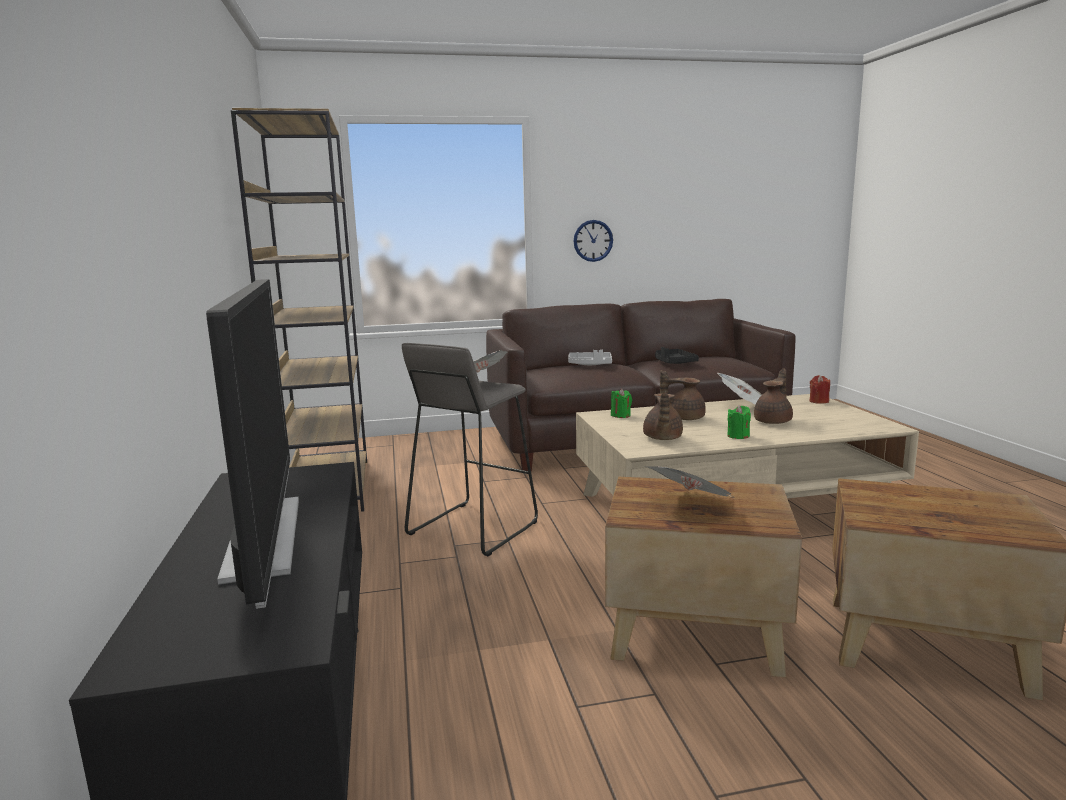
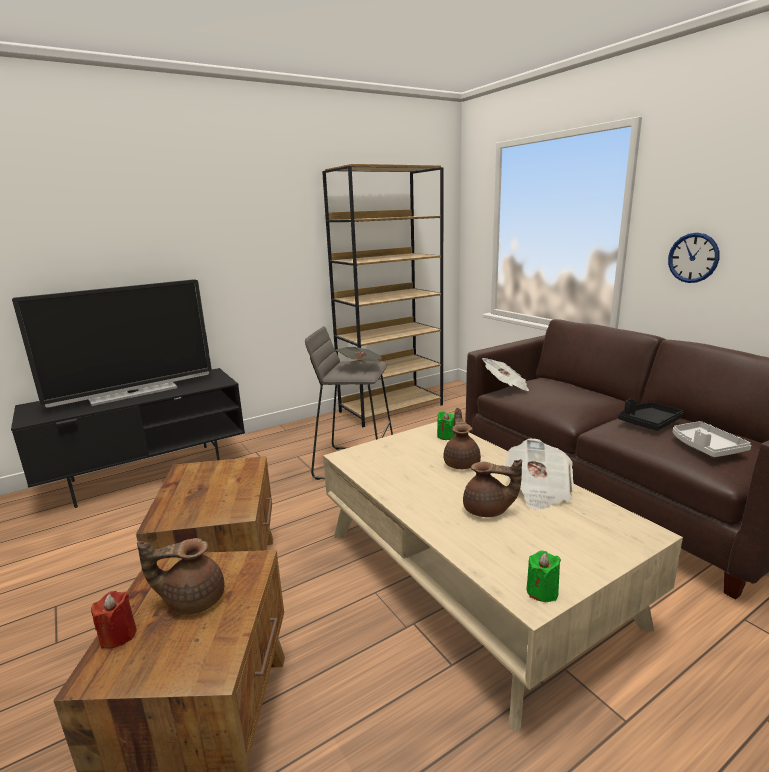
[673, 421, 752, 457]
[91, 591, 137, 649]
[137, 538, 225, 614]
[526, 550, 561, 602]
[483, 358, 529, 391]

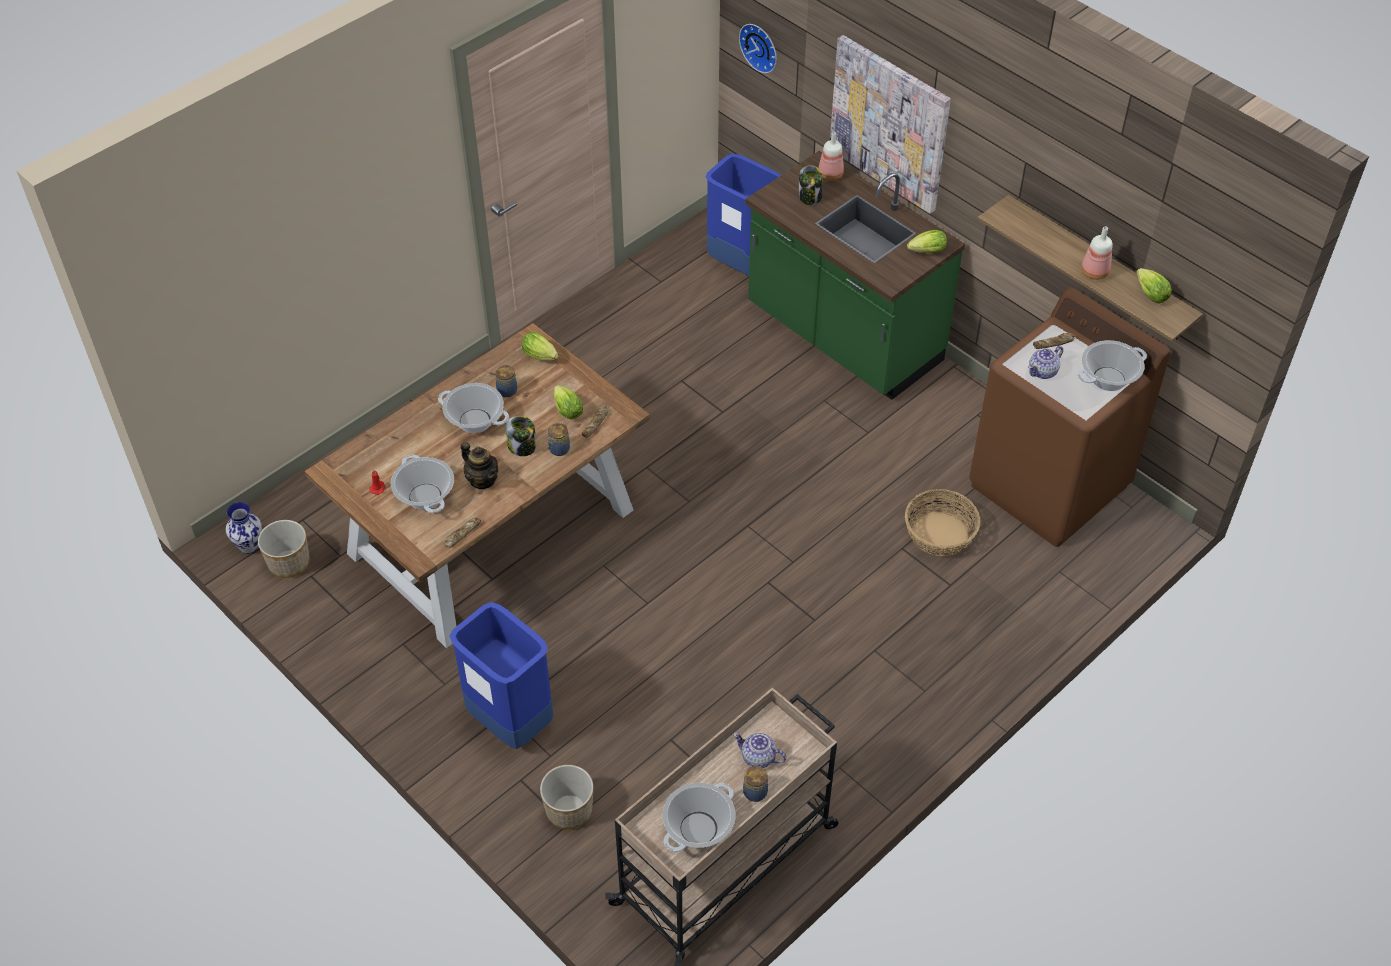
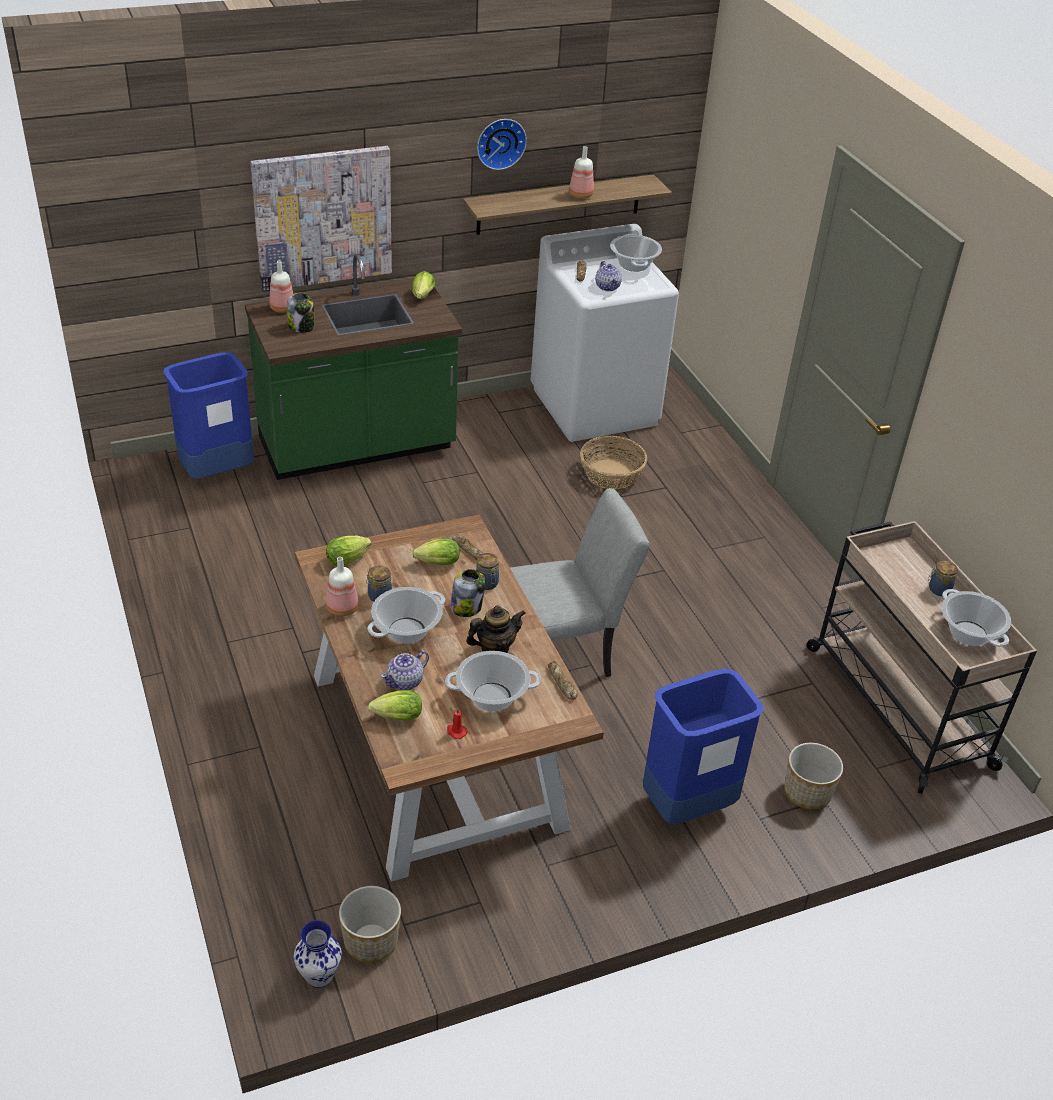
[477, 119, 527, 170]
[368, 690, 422, 720]
[530, 224, 679, 442]
[381, 650, 429, 690]
[510, 488, 650, 677]
[326, 557, 359, 617]

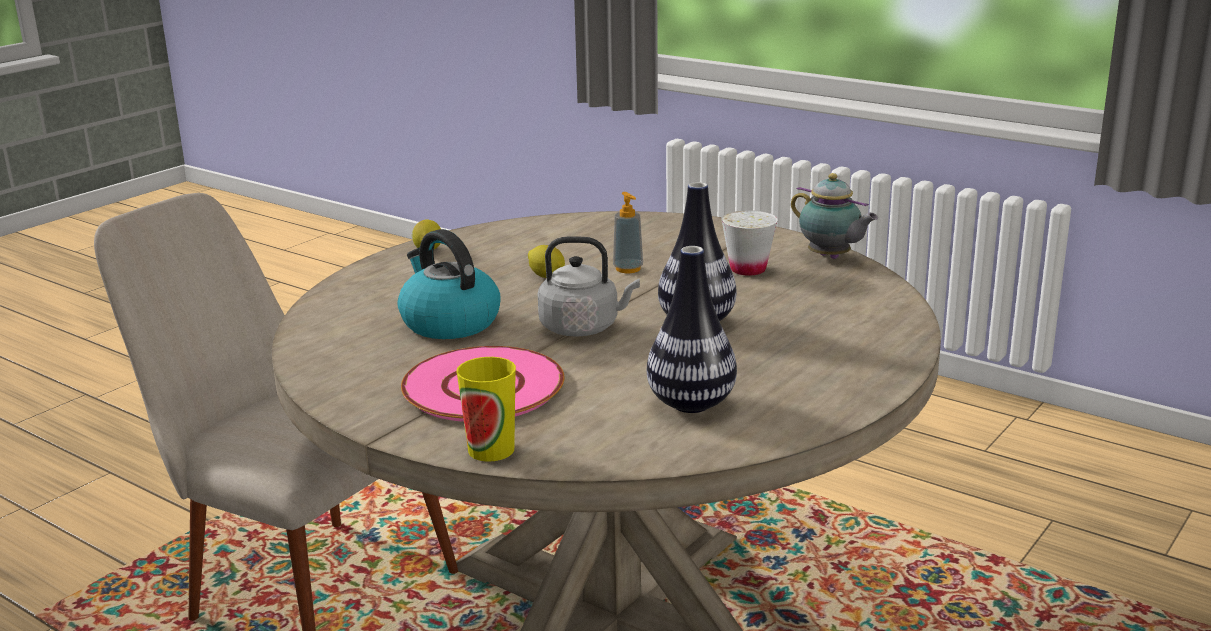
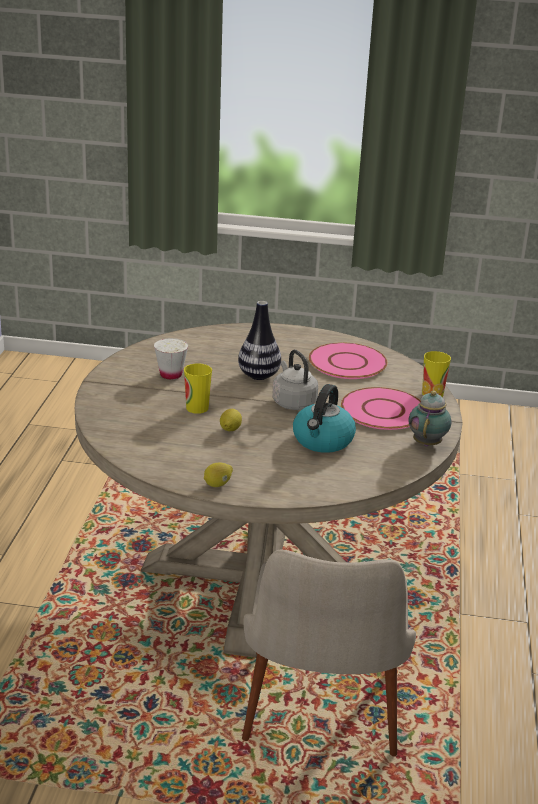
[408, 390, 452, 446]
[184, 363, 212, 414]
[309, 343, 387, 379]

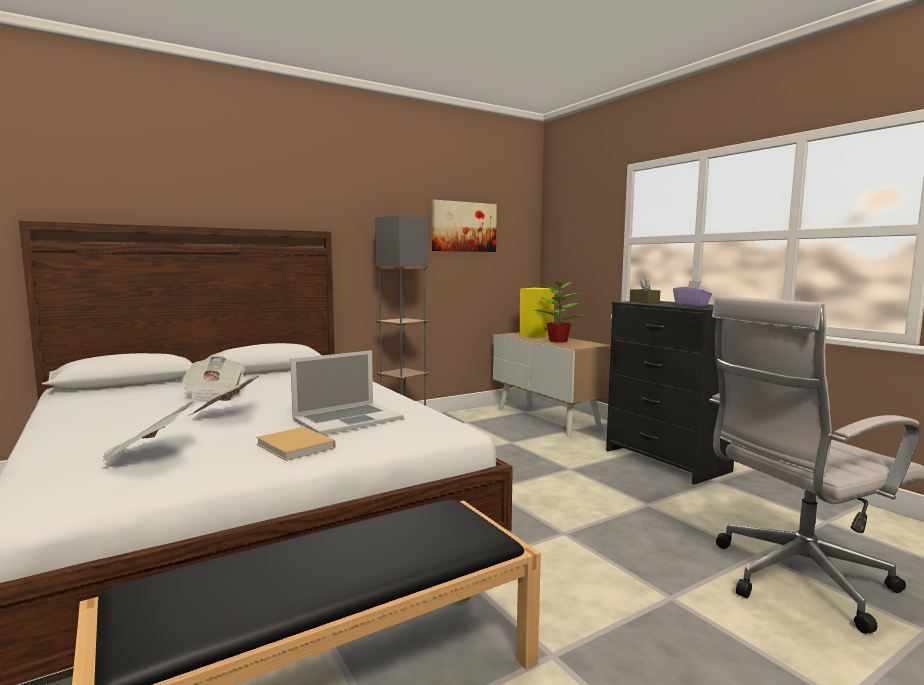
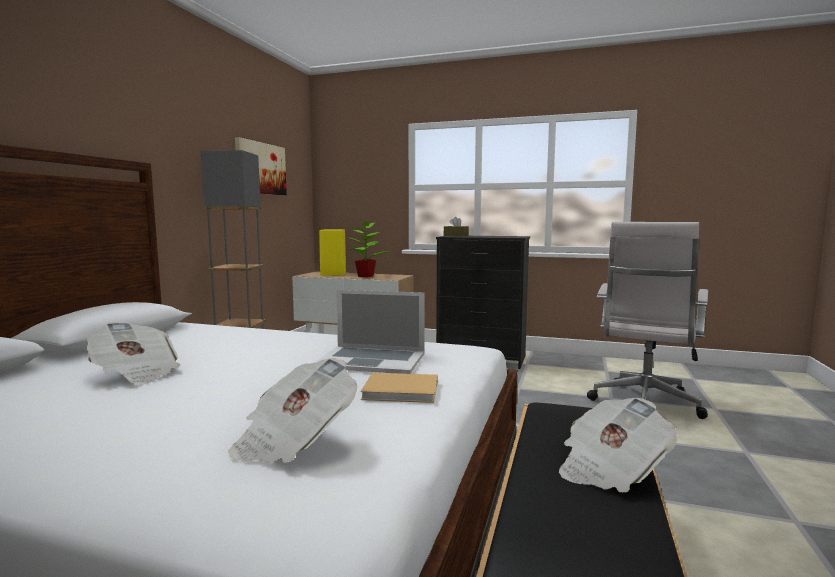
[673, 281, 712, 307] (first image)
[314, 290, 425, 374]
[559, 398, 677, 493]

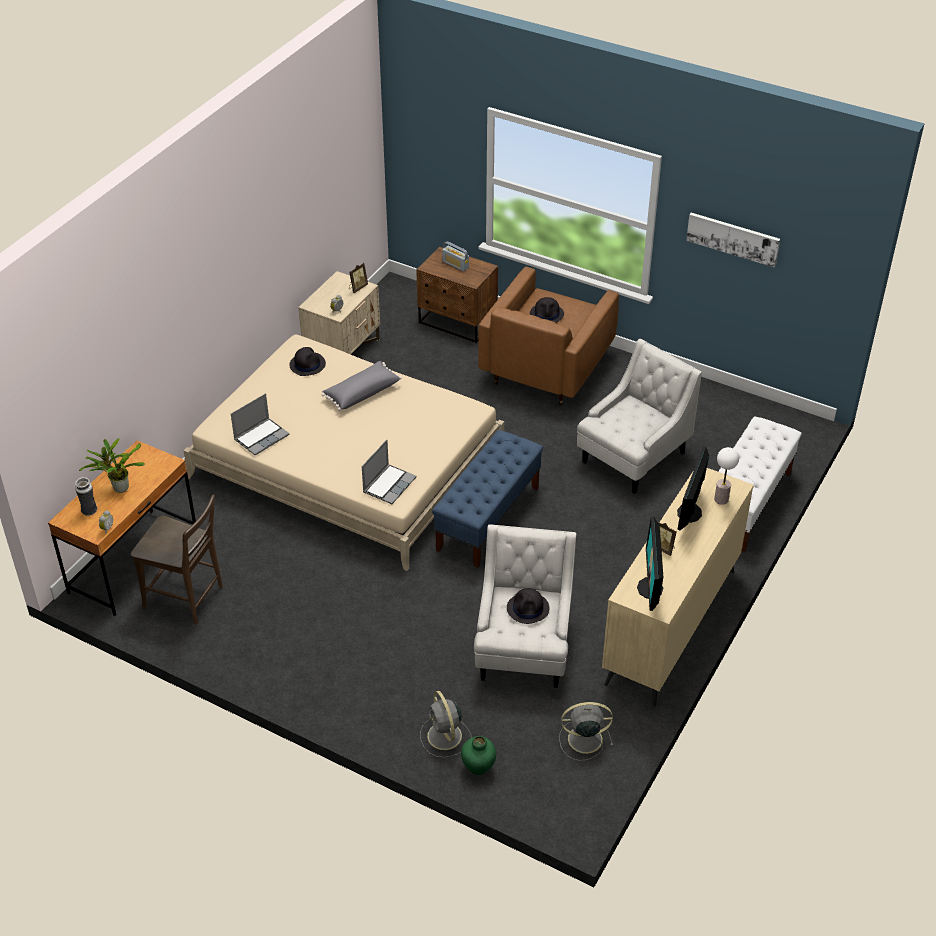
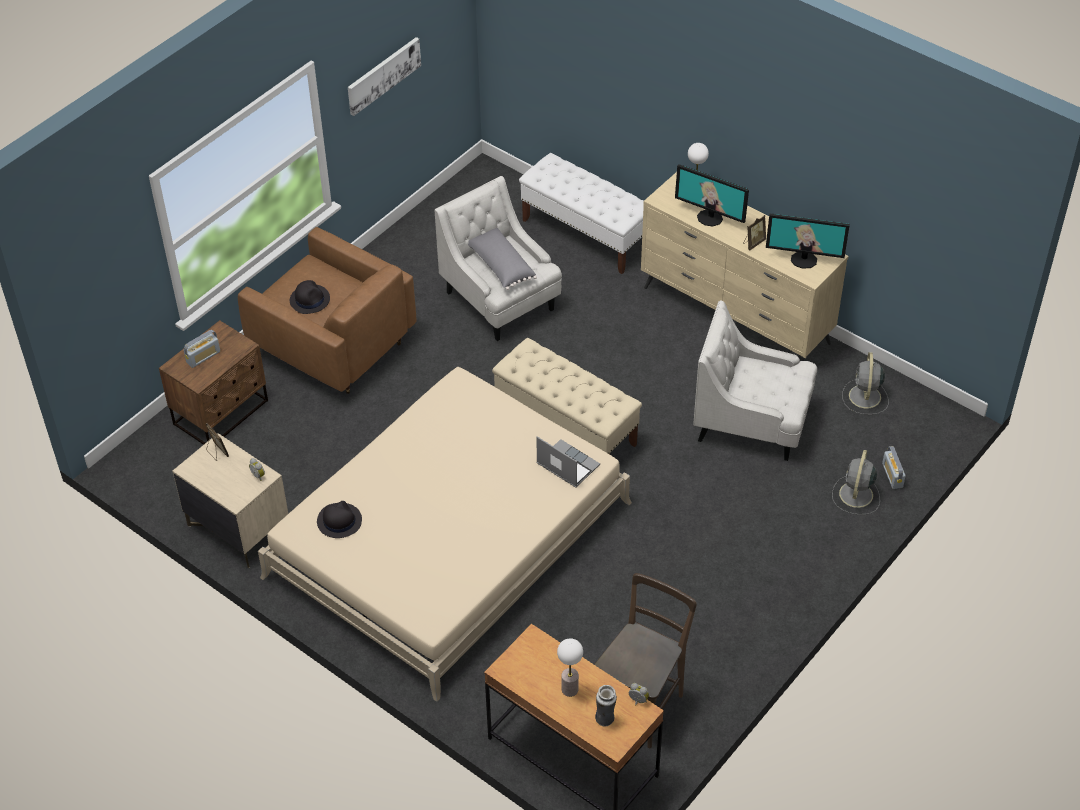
[468, 228, 537, 290]
[231, 393, 289, 455] (first image)
[492, 338, 642, 454]
[557, 638, 583, 697]
[507, 588, 549, 624] (first image)
[832, 450, 880, 515]
[882, 446, 906, 489]

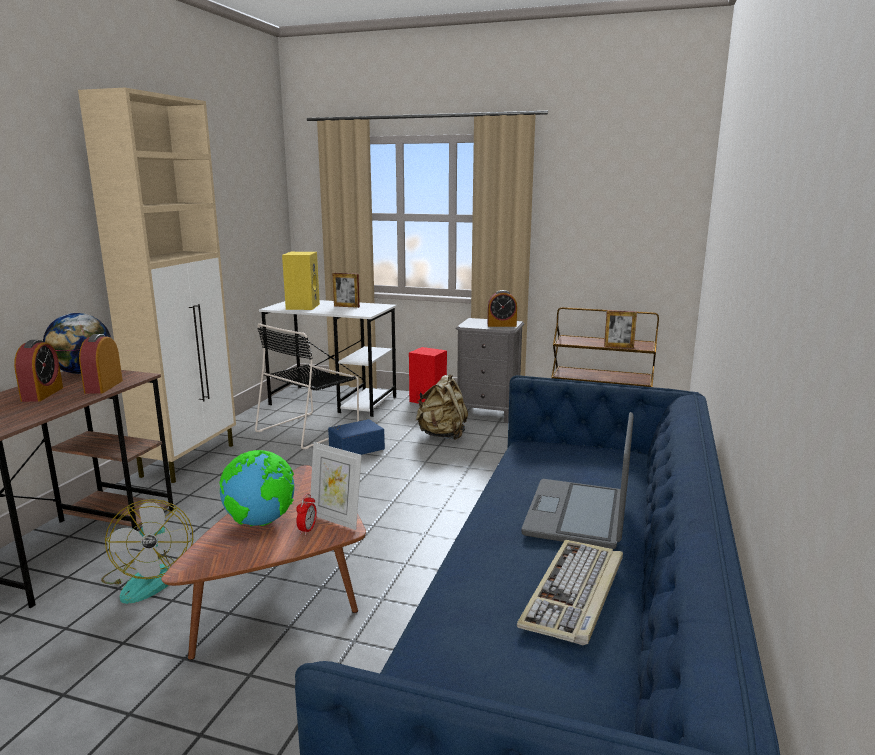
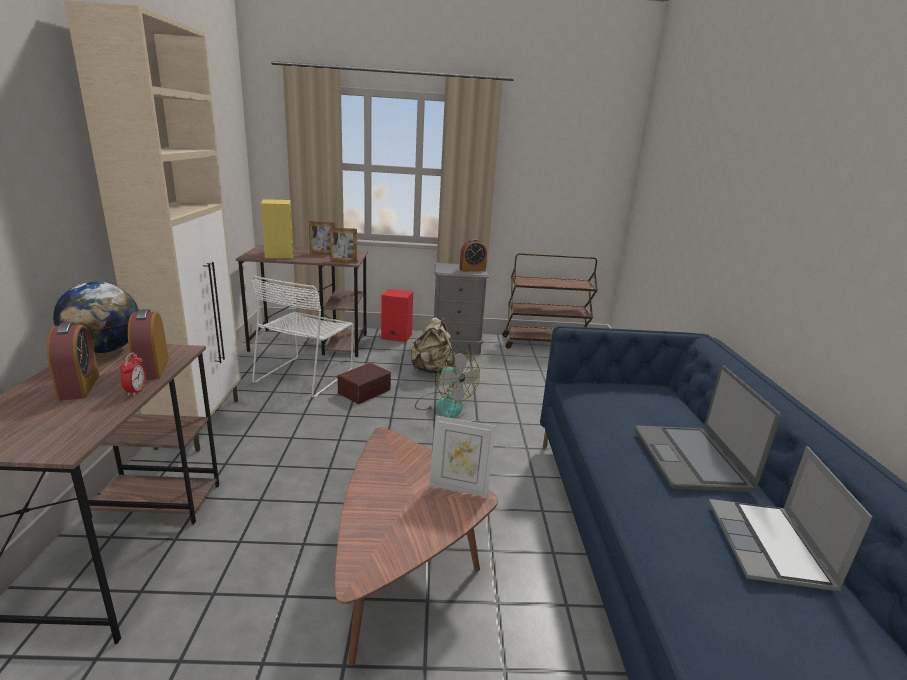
[236, 245, 368, 357]
[330, 228, 357, 263]
[252, 276, 354, 398]
[337, 363, 391, 404]
[219, 450, 294, 526] (first image)
[120, 352, 146, 396]
[415, 351, 480, 418]
[708, 446, 872, 591]

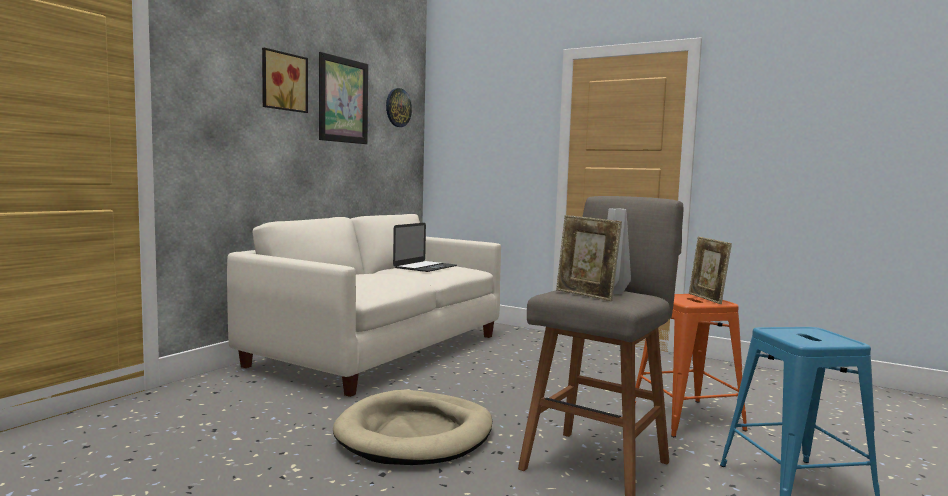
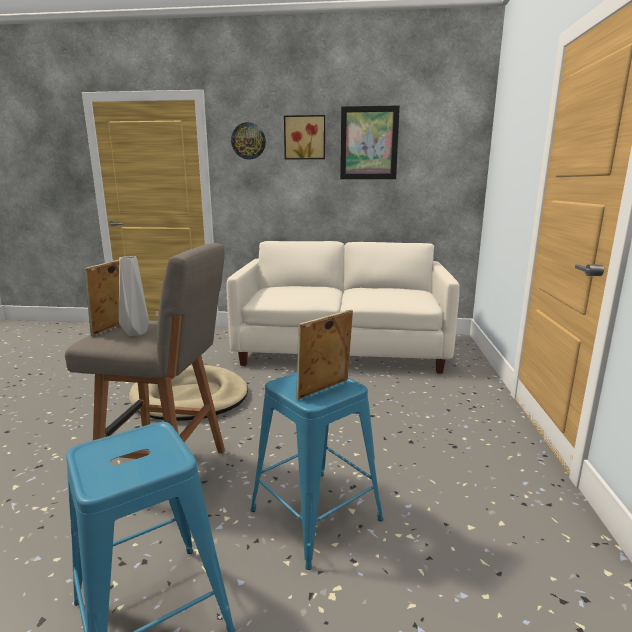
[231, 122, 266, 159]
[393, 223, 457, 272] (first image)
[251, 372, 383, 570]

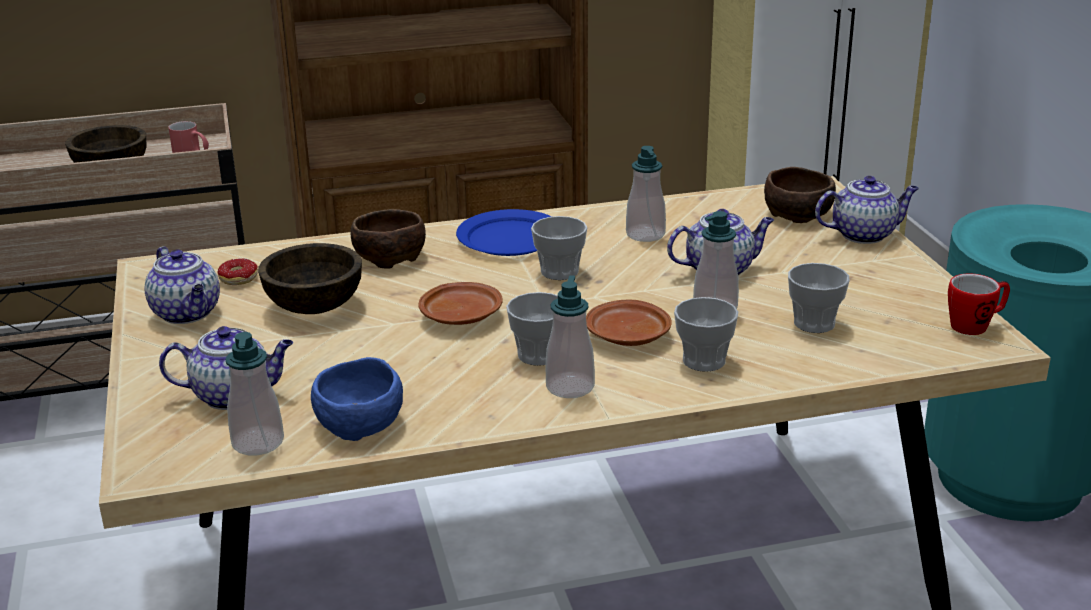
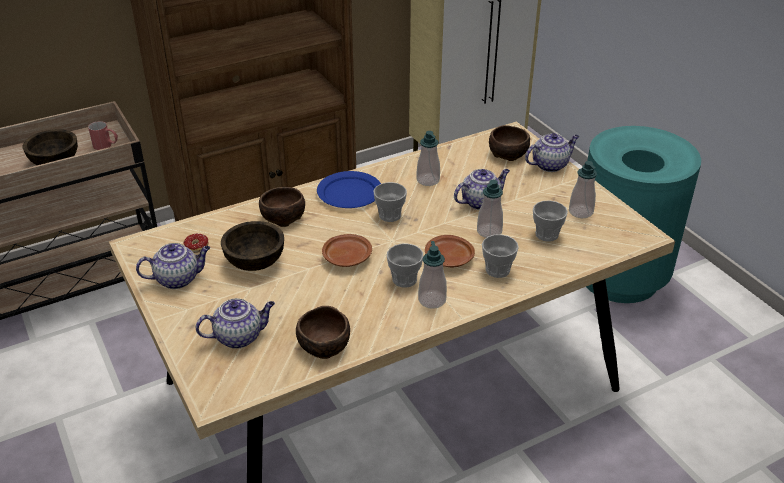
[136, 243, 210, 289]
[948, 274, 1010, 335] (first image)
[569, 161, 597, 218]
[296, 306, 350, 359]

